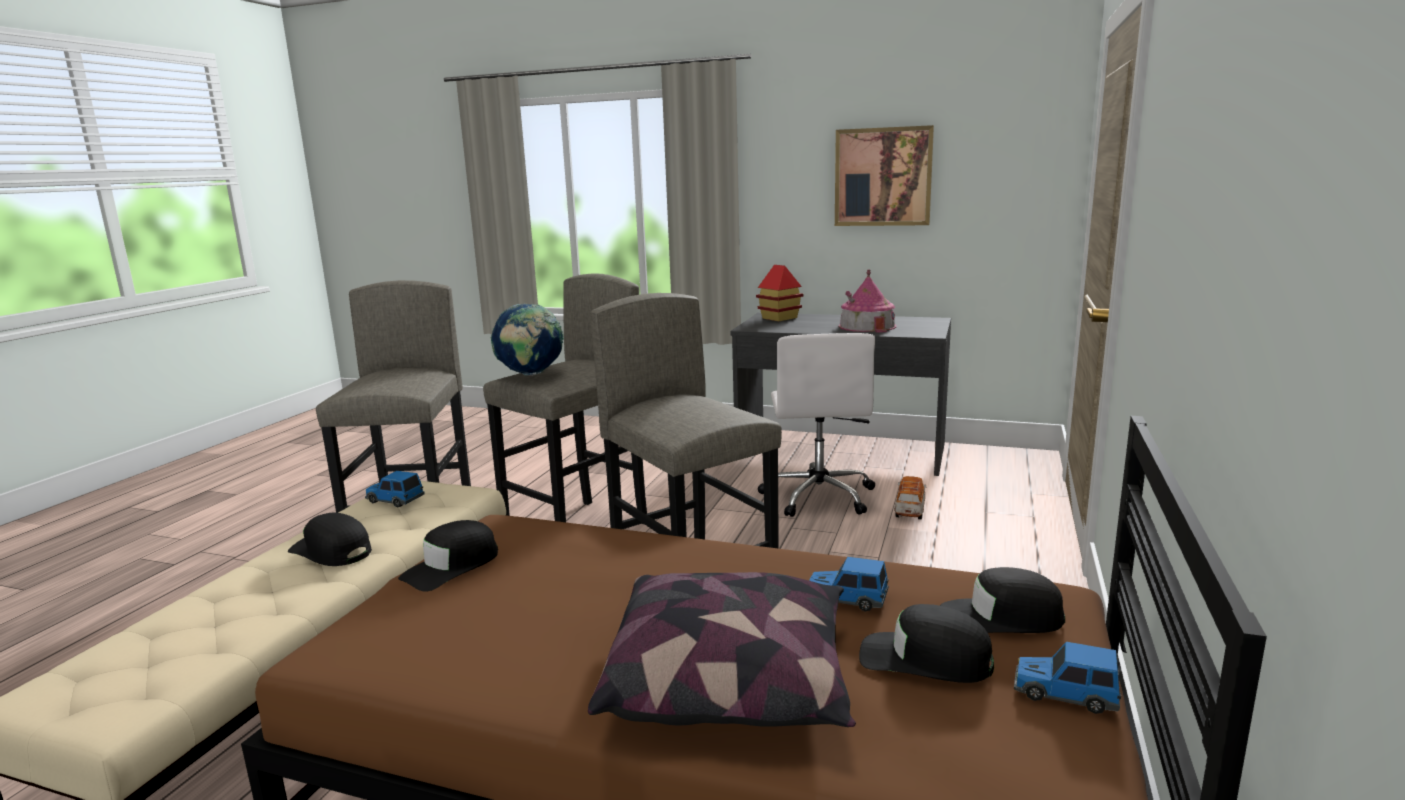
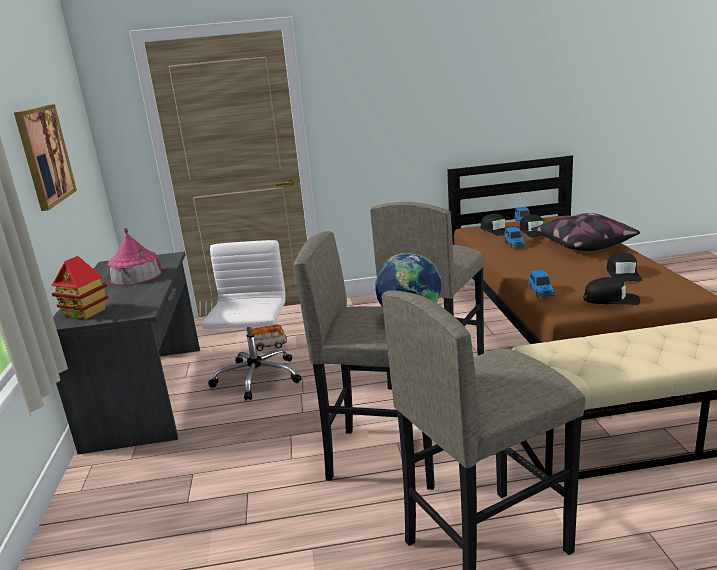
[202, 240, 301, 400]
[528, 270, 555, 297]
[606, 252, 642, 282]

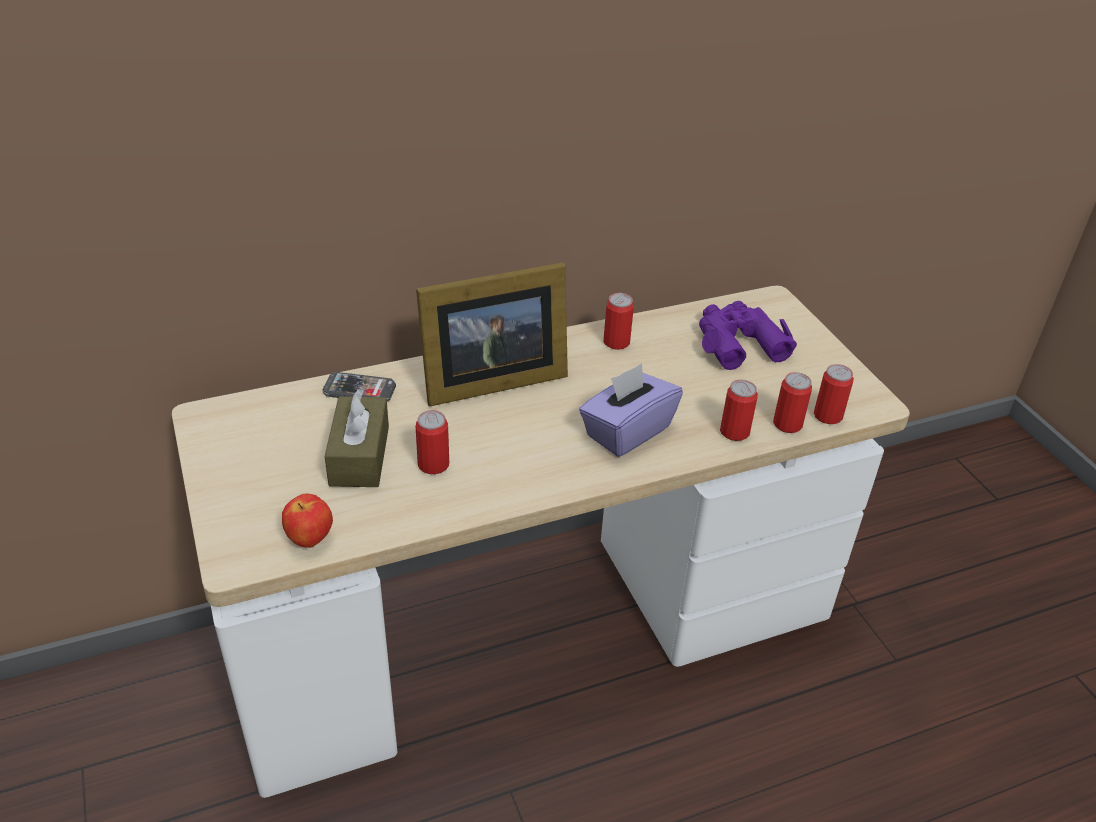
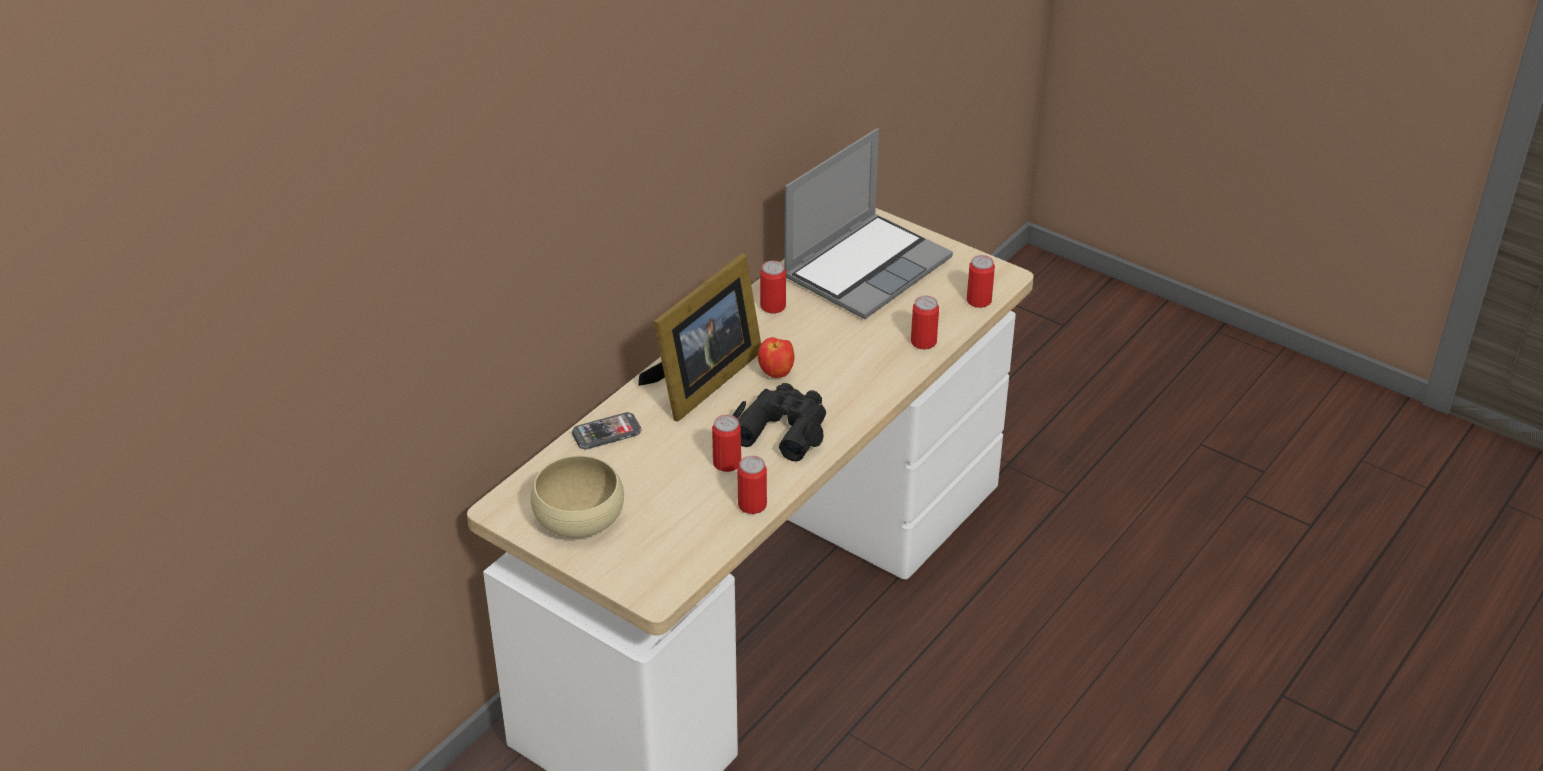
[785, 128, 953, 319]
[579, 363, 683, 457] (first image)
[737, 456, 767, 514]
[324, 389, 389, 487] (first image)
[758, 337, 795, 378]
[733, 383, 826, 461]
[531, 455, 624, 538]

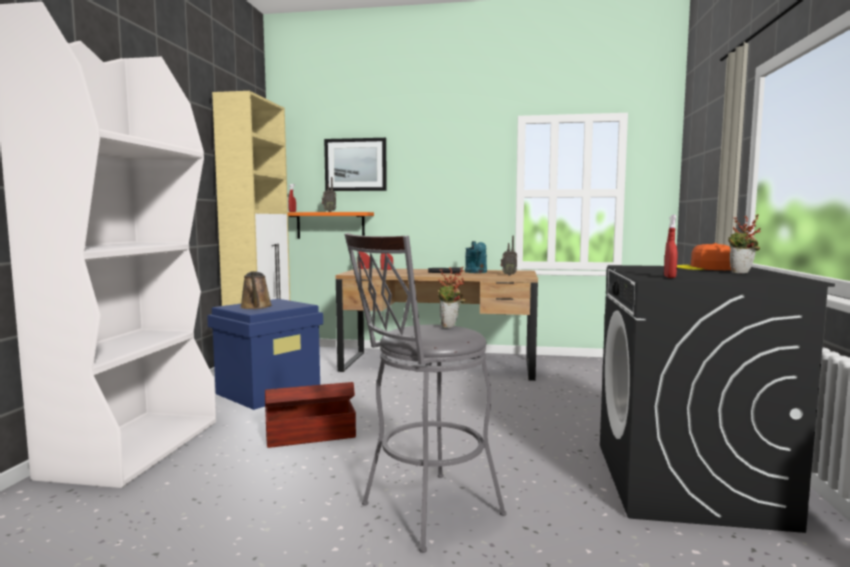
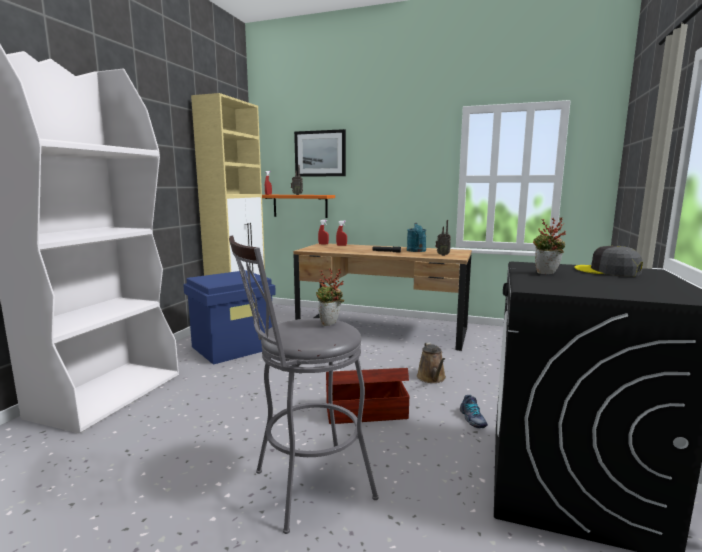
[533, 217, 566, 274]
[664, 215, 677, 278] (first image)
[574, 246, 643, 276]
[417, 342, 446, 383]
[326, 368, 410, 424]
[460, 395, 488, 428]

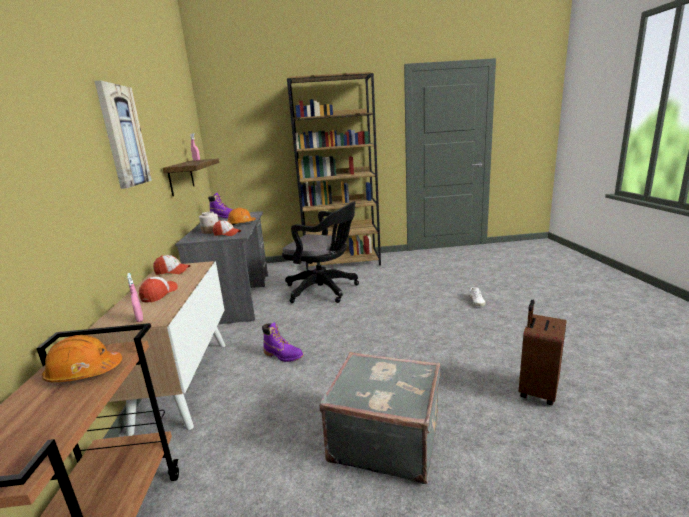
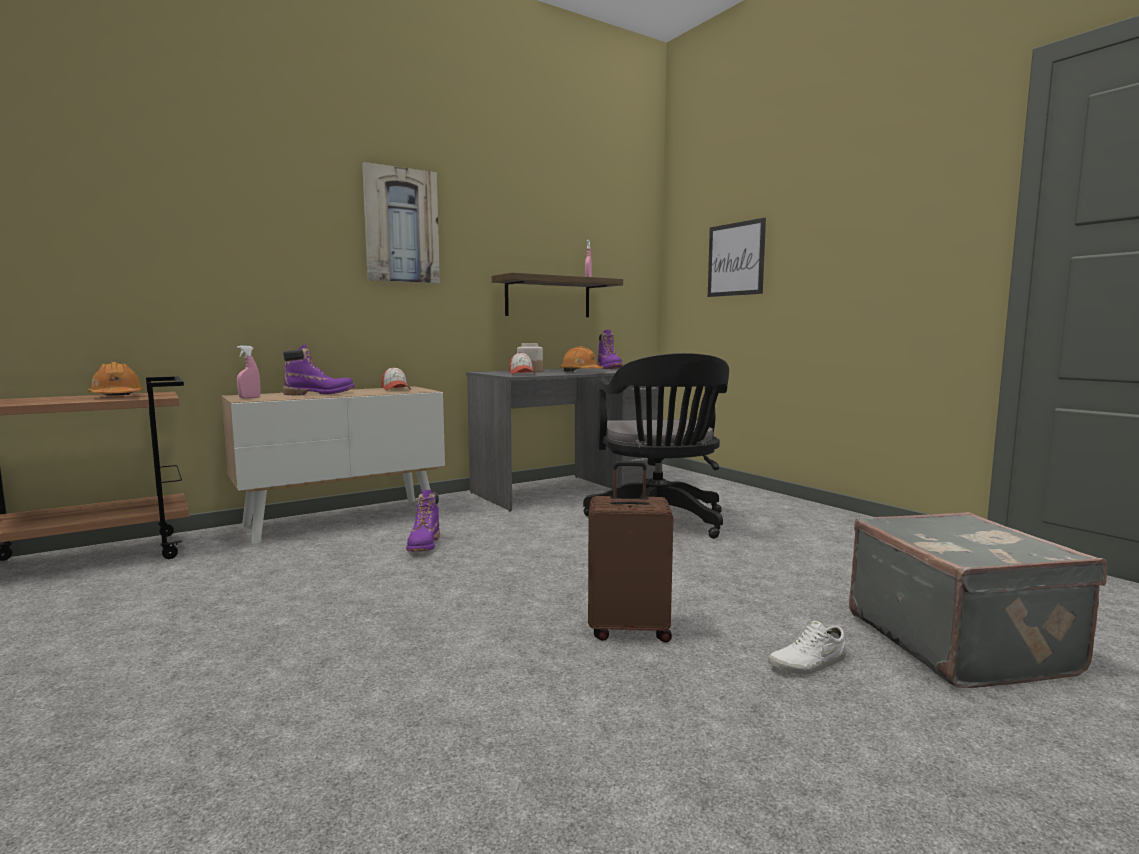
[287, 72, 381, 270] (first image)
[283, 344, 355, 396]
[588, 461, 673, 642]
[849, 512, 1107, 688]
[708, 218, 766, 297]

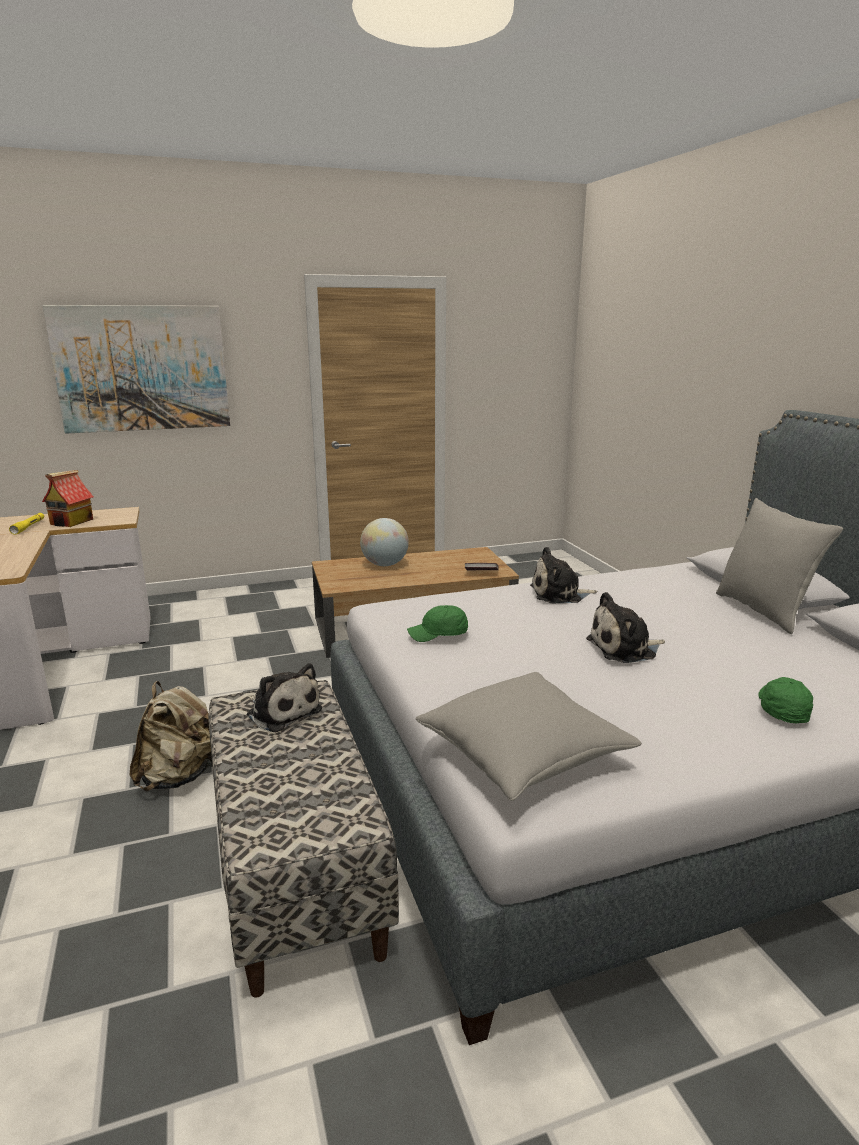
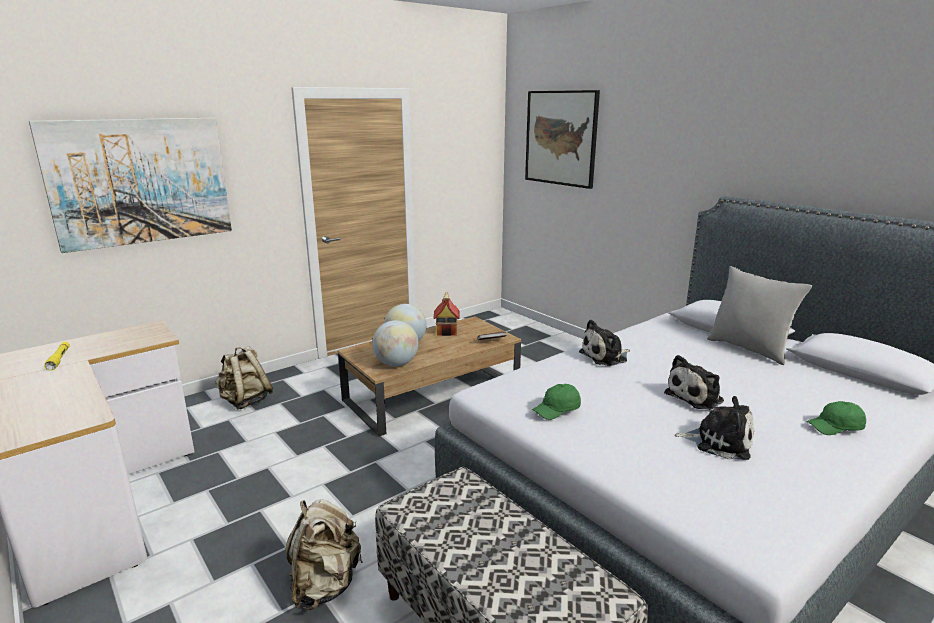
[433, 292, 460, 336]
[674, 396, 754, 460]
[416, 672, 642, 801] (first image)
[806, 401, 866, 435]
[525, 90, 600, 189]
[372, 320, 419, 367]
[215, 346, 273, 410]

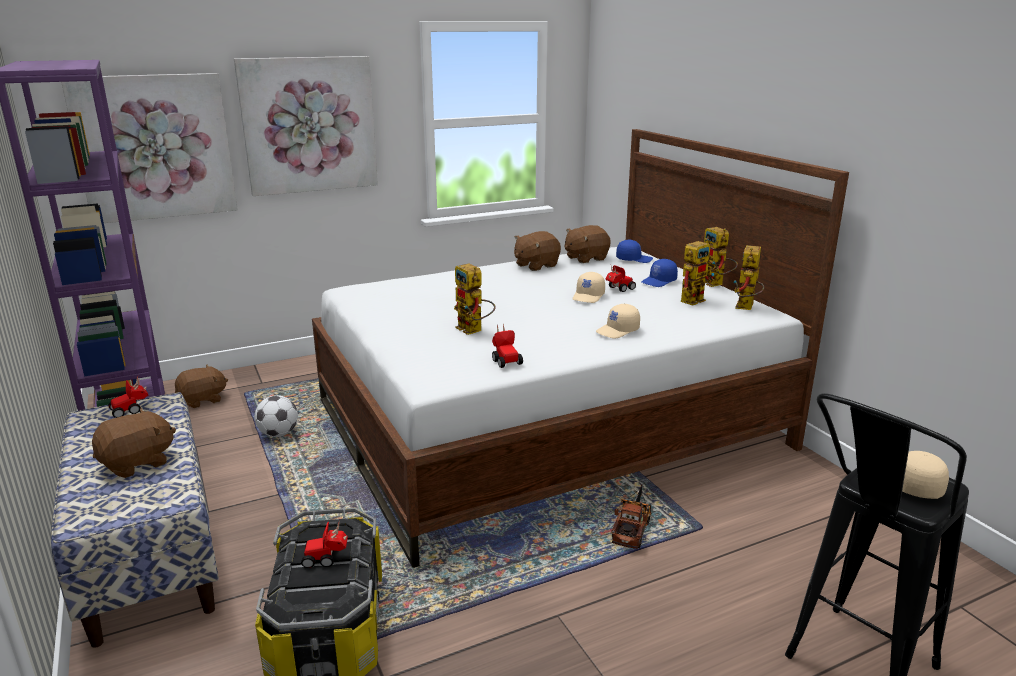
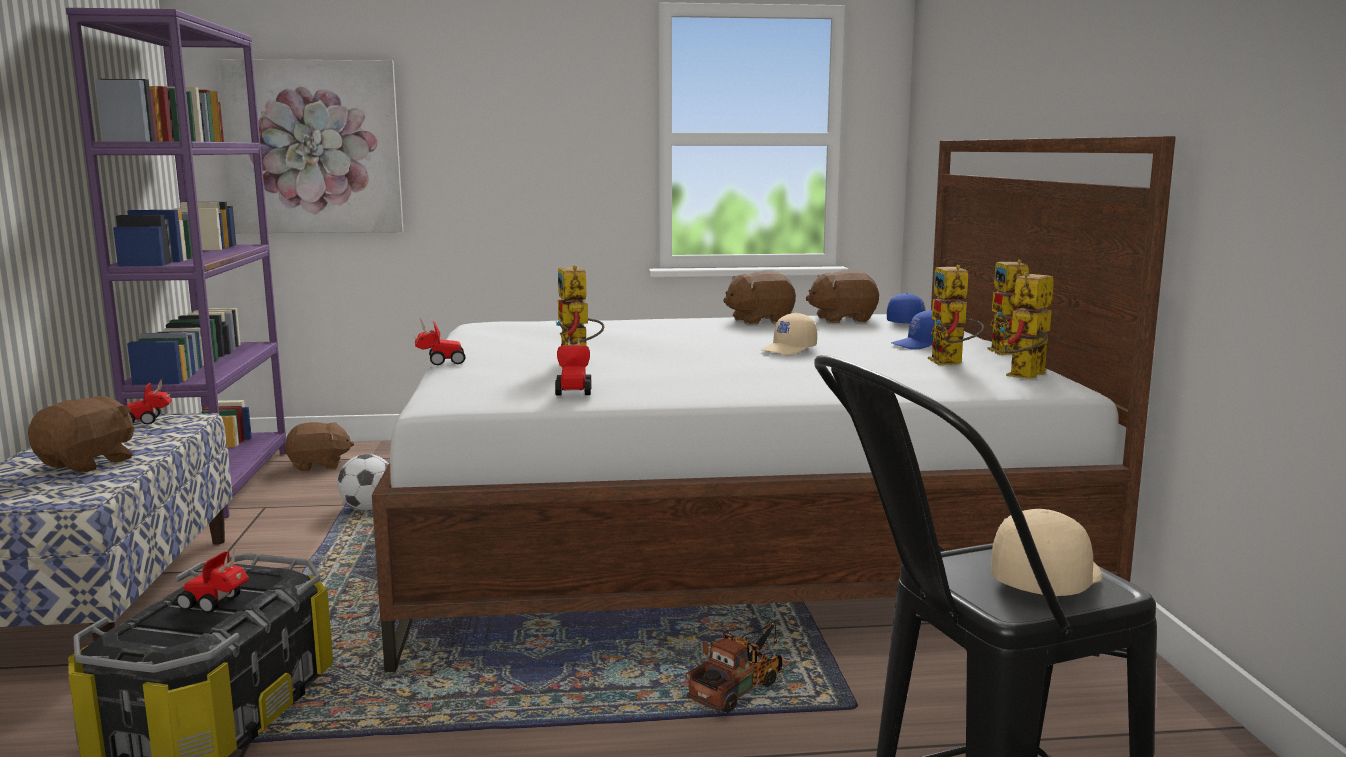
[234, 56, 378, 196] (first image)
[928, 265, 984, 365]
[413, 318, 466, 365]
[596, 304, 640, 339] (first image)
[28, 396, 134, 473]

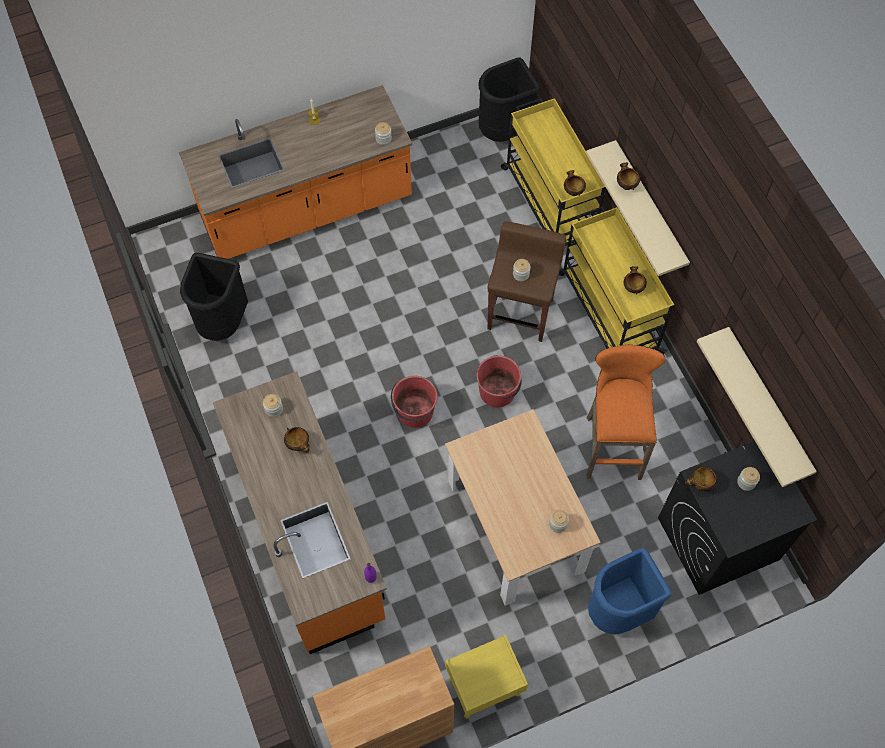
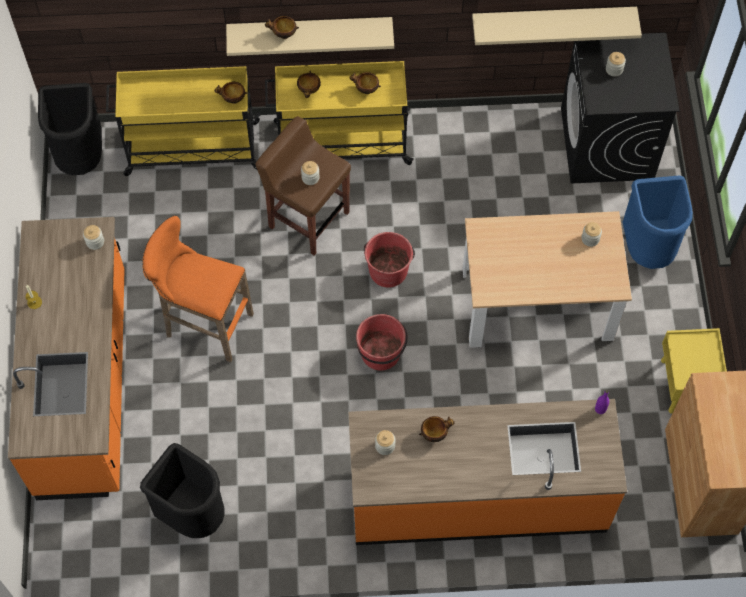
[142, 215, 254, 362]
[297, 71, 321, 98]

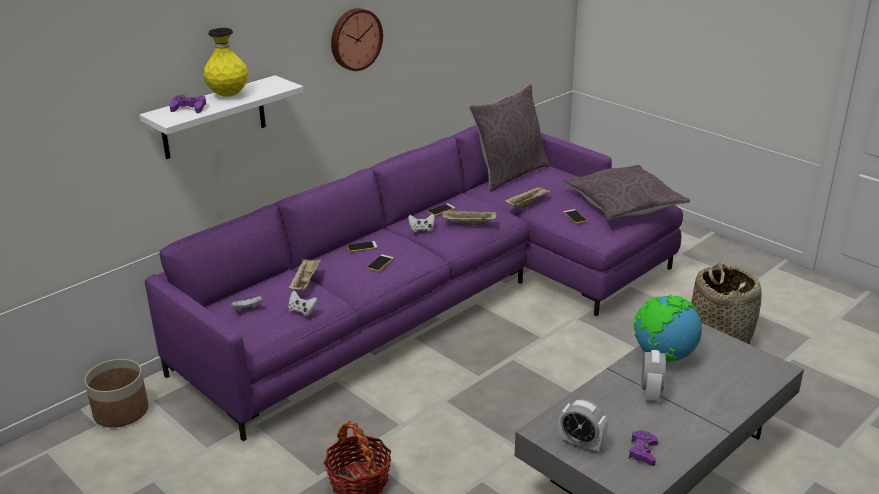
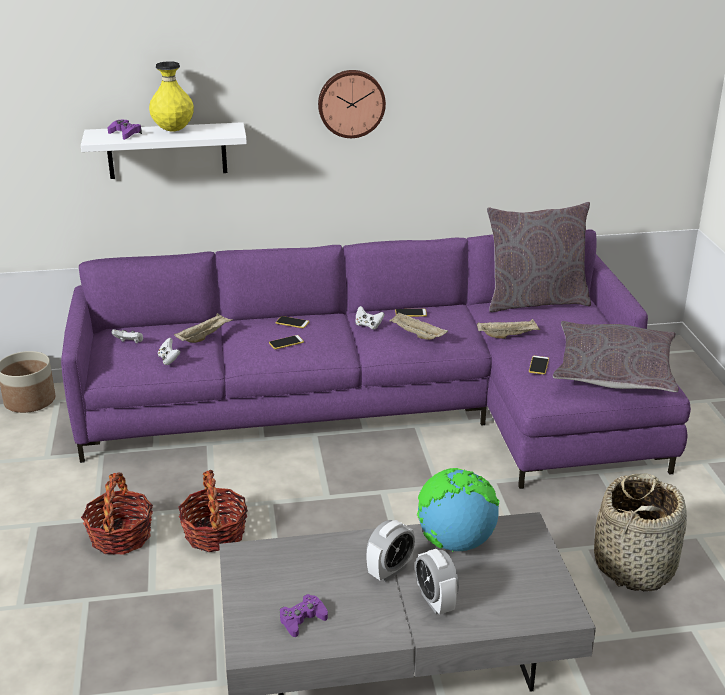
[415, 549, 459, 615]
[179, 470, 248, 552]

